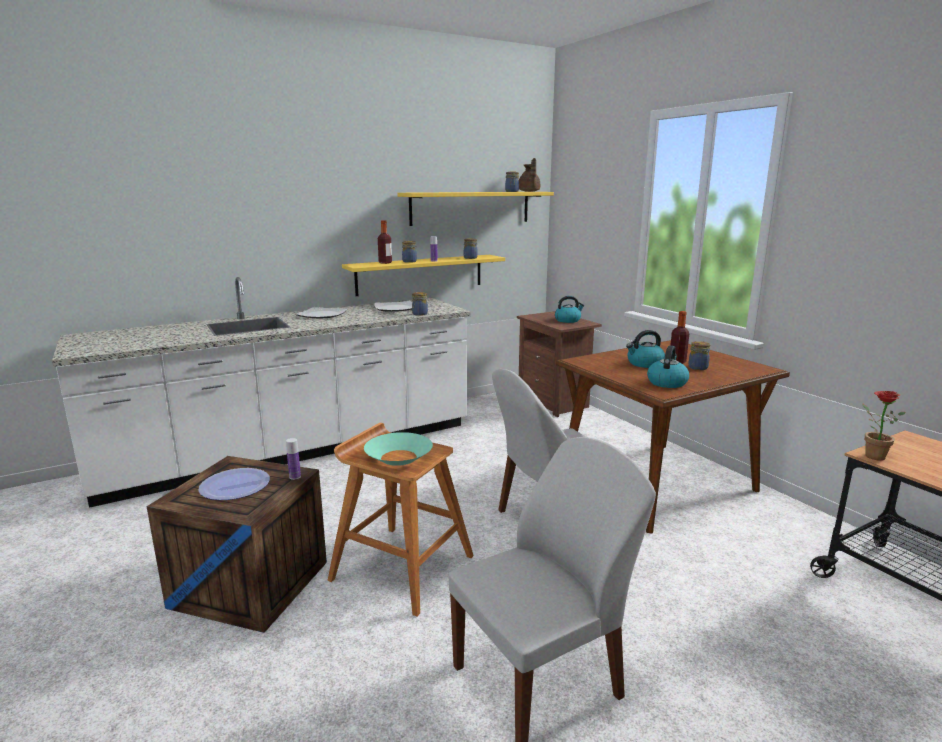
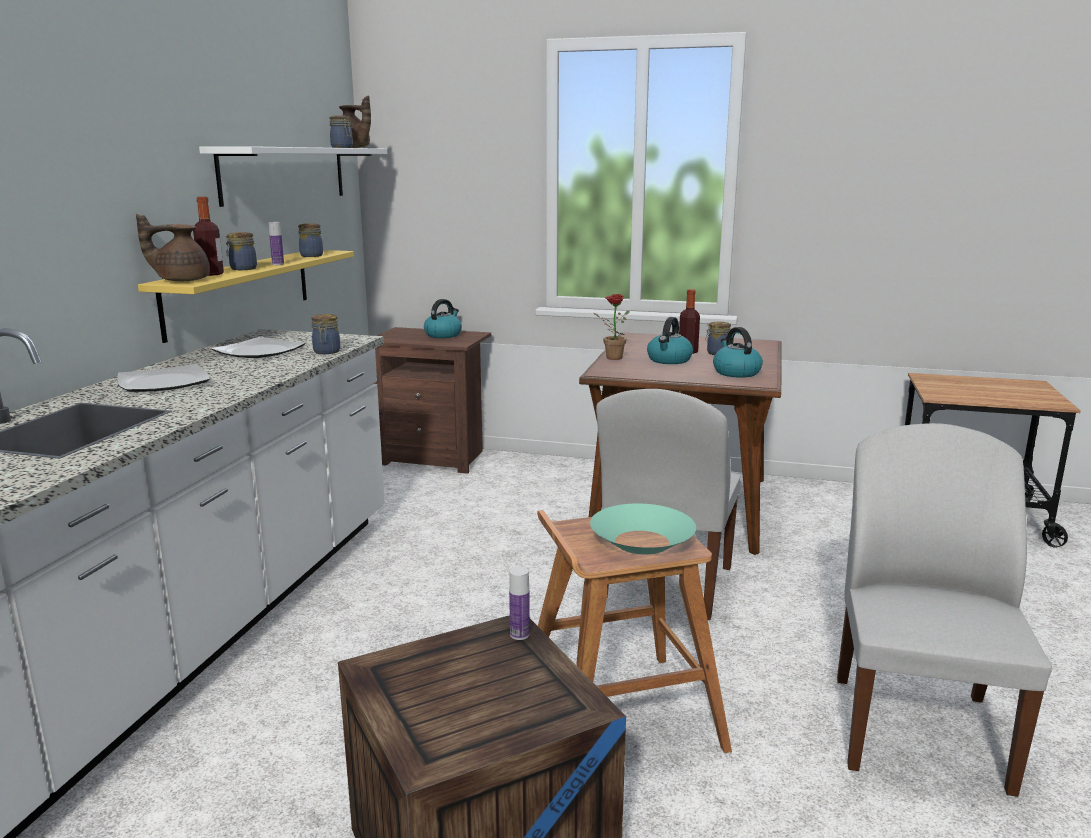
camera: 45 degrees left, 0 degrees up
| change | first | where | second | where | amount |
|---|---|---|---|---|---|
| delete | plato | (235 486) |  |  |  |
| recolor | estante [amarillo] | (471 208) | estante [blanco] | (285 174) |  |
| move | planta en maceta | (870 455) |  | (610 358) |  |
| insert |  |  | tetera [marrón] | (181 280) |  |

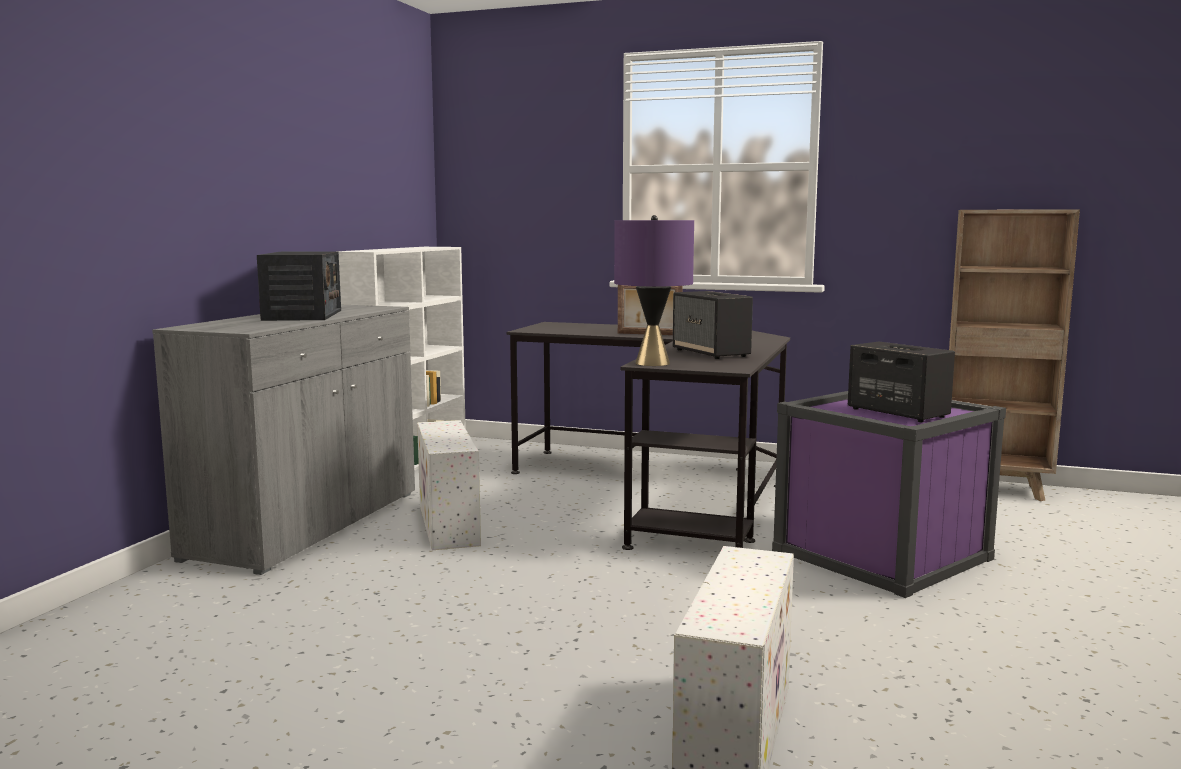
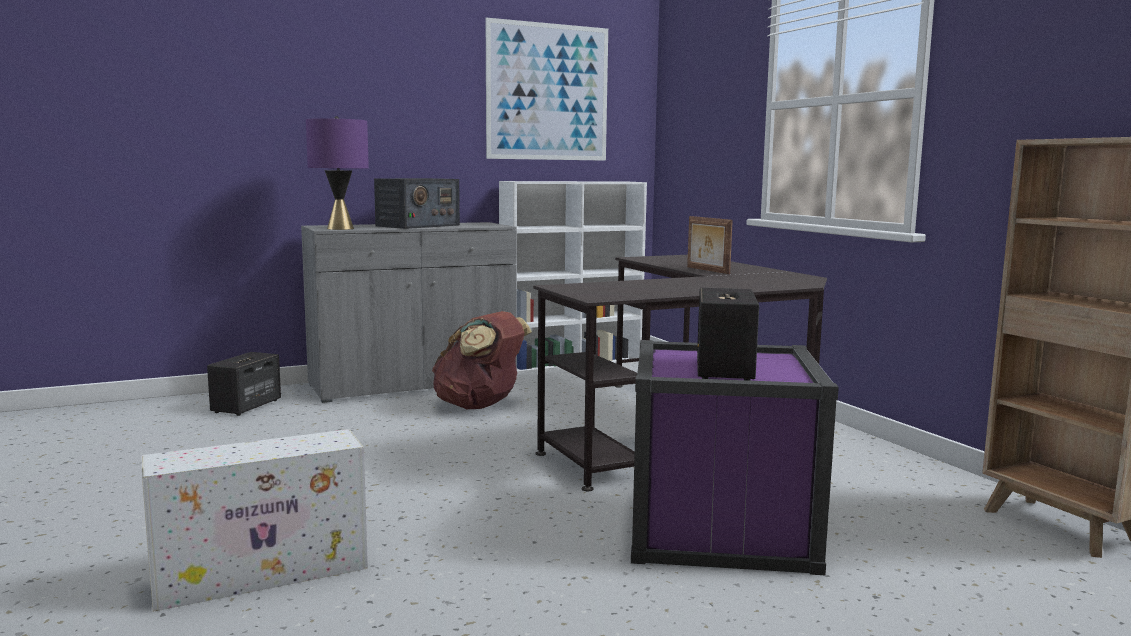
camera: 45 degrees right, 0 degrees up
| change | first | where | second | where | amount |
|---|---|---|---|---|---|
| replace | caja de almacenaje [blanco] | (449 525) | mochila [marrón] | (479 406) |  |
| move | lámpara de mesa [morado] | (652 363) |  | (340 228) |  |
| move | altavoz | (711 353) |  | (246 406) |  |
| insert |  |  | cuadro | (548 92) |  |

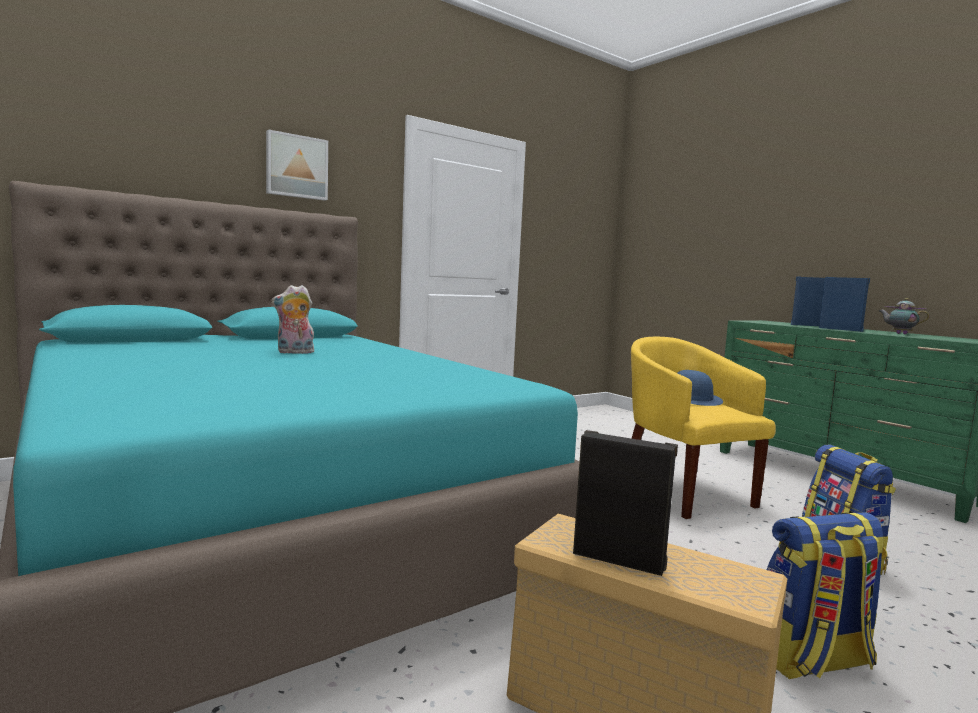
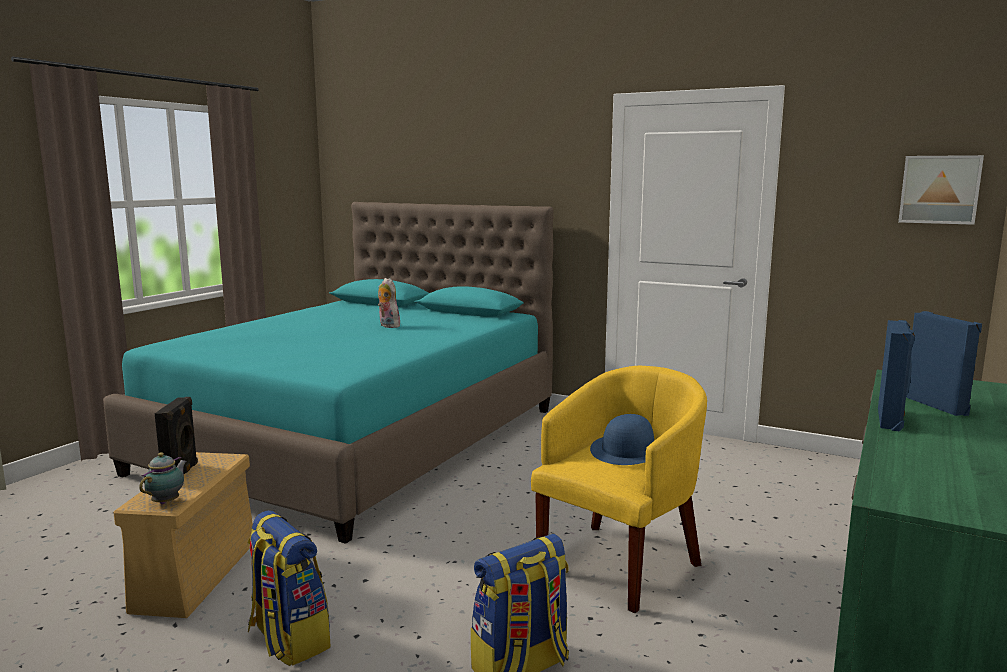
camera: 65 degrees right, 5 degrees up
| change | first | where | second | where | amount |
|---|---|---|---|---|---|
| move | cuadro | (296 166) |  | (939 189) |  |
| move | tetera | (899 334) |  | (167 501) |  |

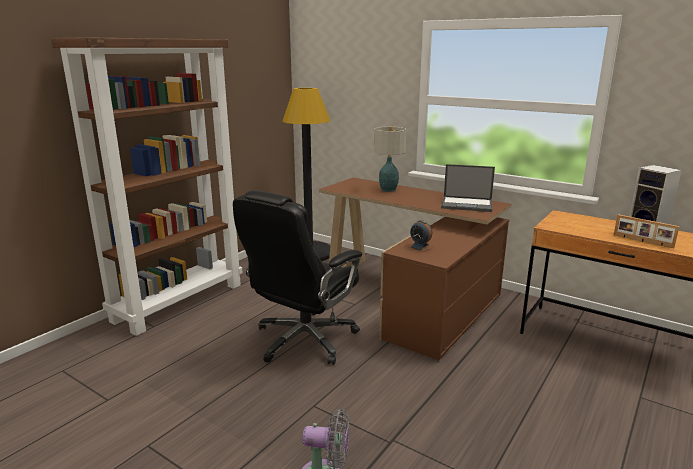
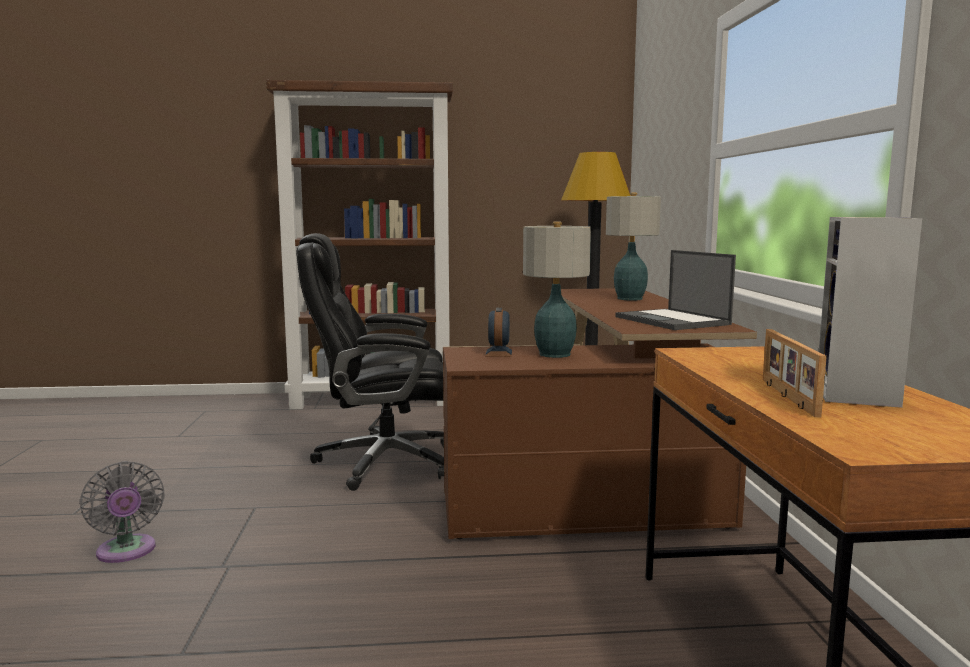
camera: 50 degrees right, 10 degrees down
| change | first | where | second | where | amount |
|---|---|---|---|---|---|
| insert |  |  | lámpara de mesa | (555 354) |  |

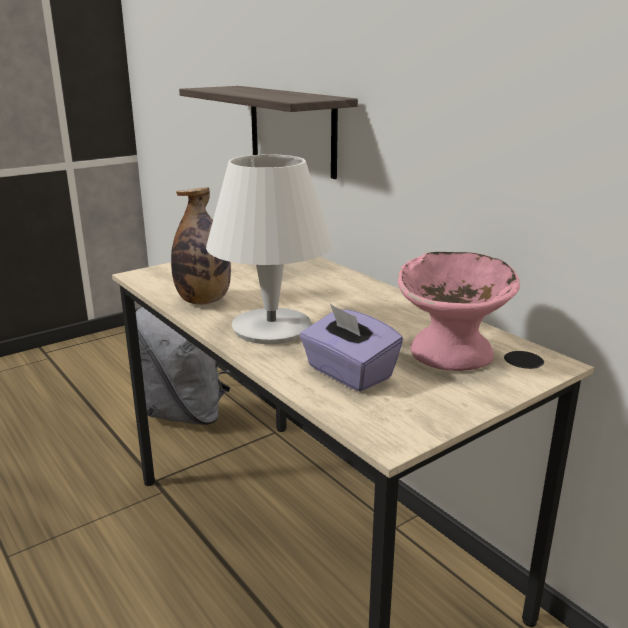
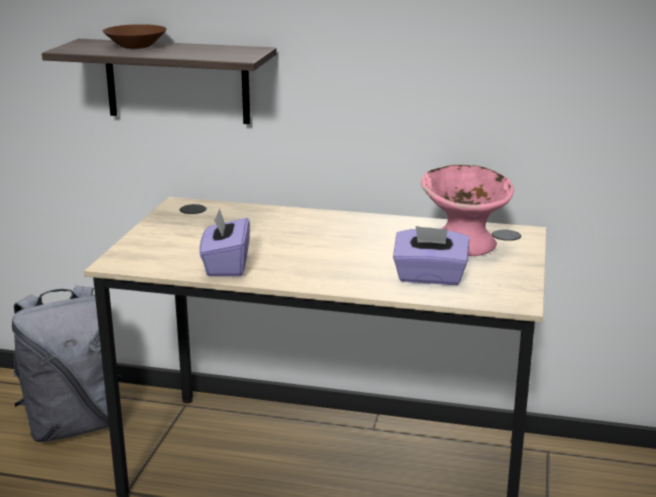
camera: 40 degrees left, 0 degrees up
| change | first | where | second | where | amount |
|---|---|---|---|---|---|
| replace | botella | (204 301) | caja de pañuelos [morado] | (226 265) |  |
| delete | lámpara de mesa [blanco] | (270 328) |  |  |  |
| insert |  |  | cuenco [marrón] | (136 46) |  |

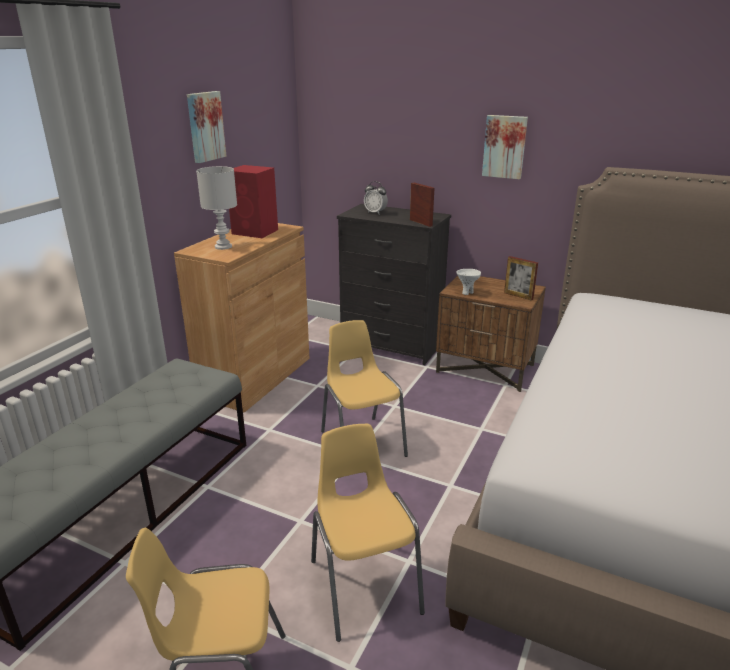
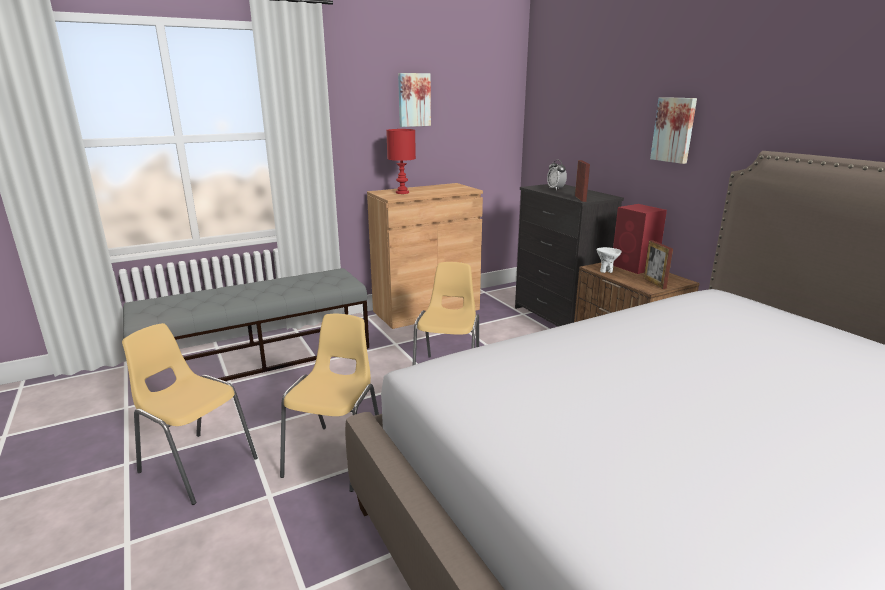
camera: 35 degrees right, 5 degrees down
| change | first | where | second | where | amount |
|---|---|---|---|---|---|
| recolor | lámpara de mesa [blanco] | (224 247) | lámpara de mesa [rojo] | (402 193) |  |
| move | altavoz [rojo] | (256 232) |  | (635 267) |  |

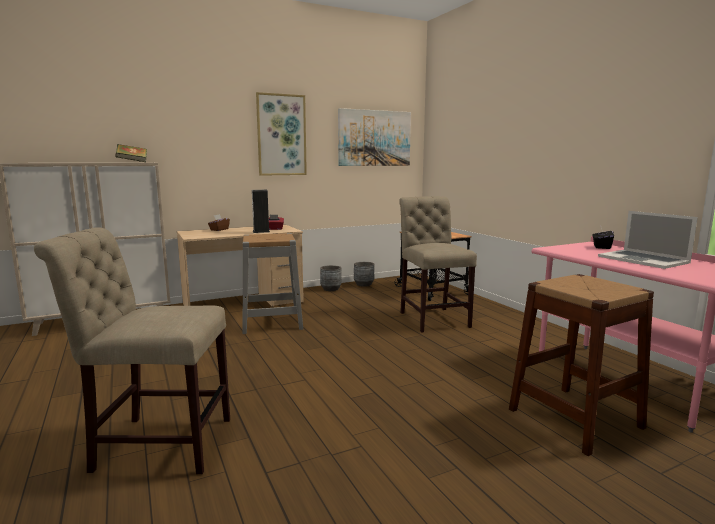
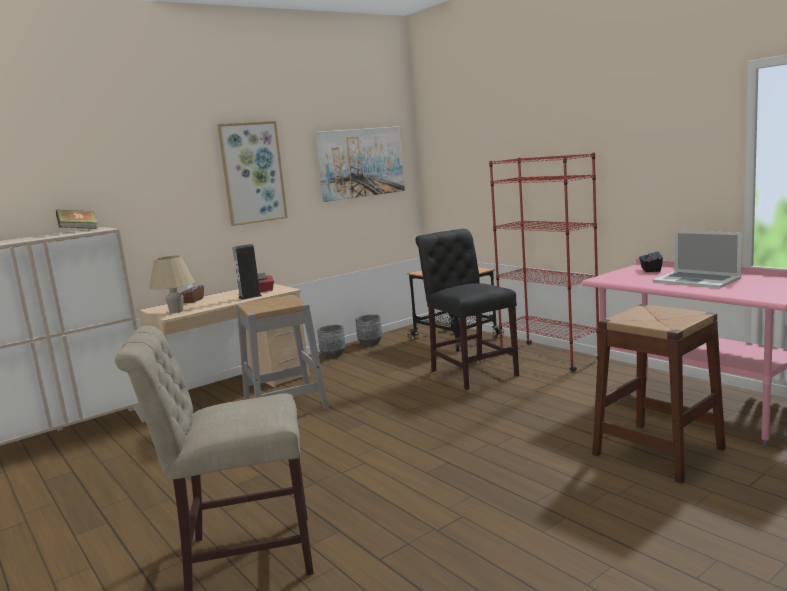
camera: 10 degrees left, 0 degrees up
| change | first | where | second | where | amount |
|---|---|---|---|---|---|
| recolor | silla [beis] | (432 318) | silla [negro] | (471 371) |  |
| insert |  |  | lámpara de mesa [beis] | (176 311) |  |
| insert |  |  | estantería [rojo] | (549 356) |  |

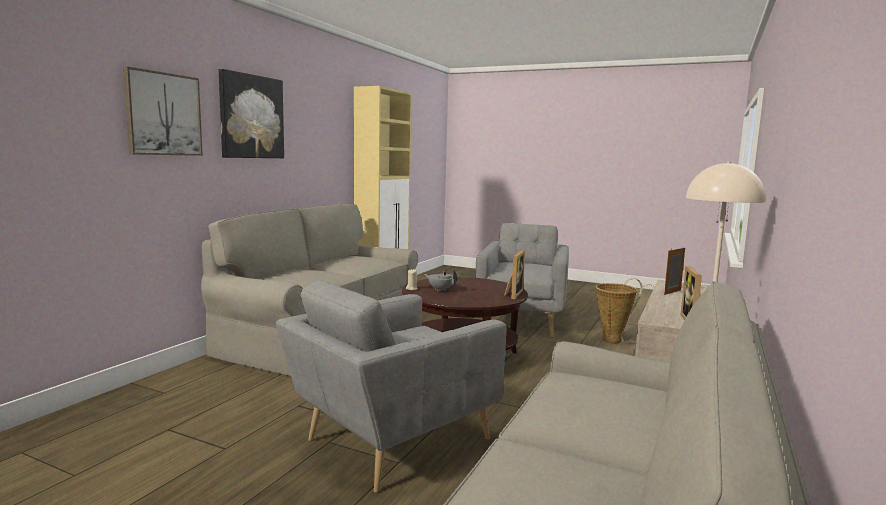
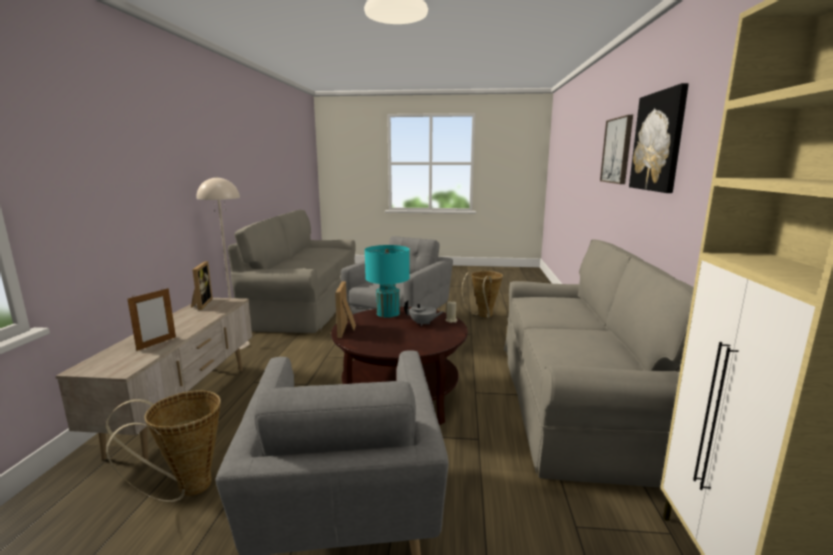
camera: 160 degrees right, 5 degrees up
| change | first | where | second | where | amount |
|---|---|---|---|---|---|
| insert |  |  | lámpara de mesa [turquesa] | (388 313) |  |
| insert |  |  | cesta | (483 316) |  |

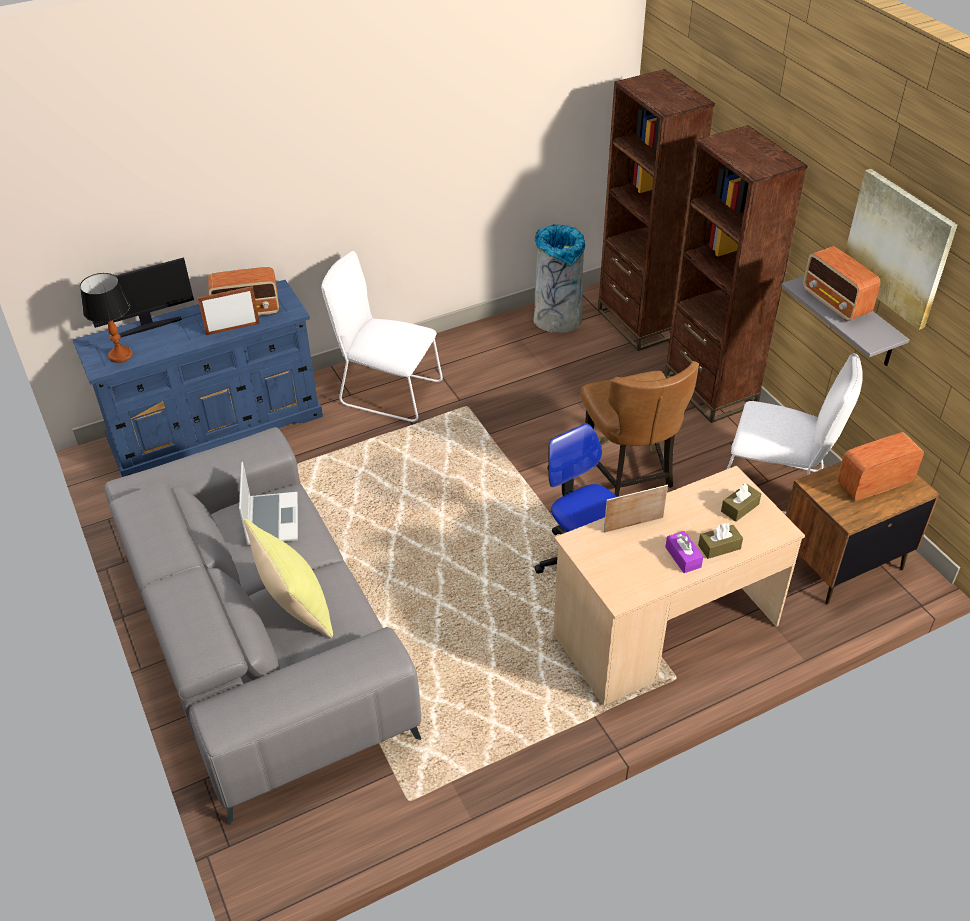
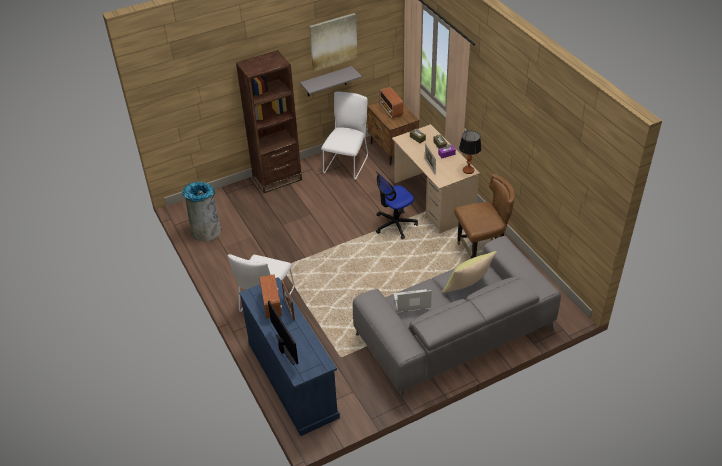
camera: 90 degrees left, 0 degrees up
| change | first | where | second | where | amount |
|---|---|---|---|---|---|
| move | lámpara de mesa | (120 355) |  | (468 170) |  |
| move | silla [marrón] | (629 478) |  | (481 254) |  |
| delete | estantería [marrón] | (639 323) |  |  |  |
| delete | radio | (836 303) |  |  |  |

